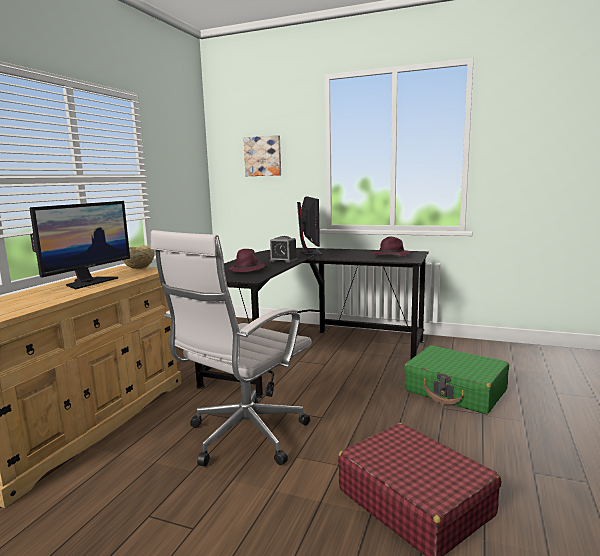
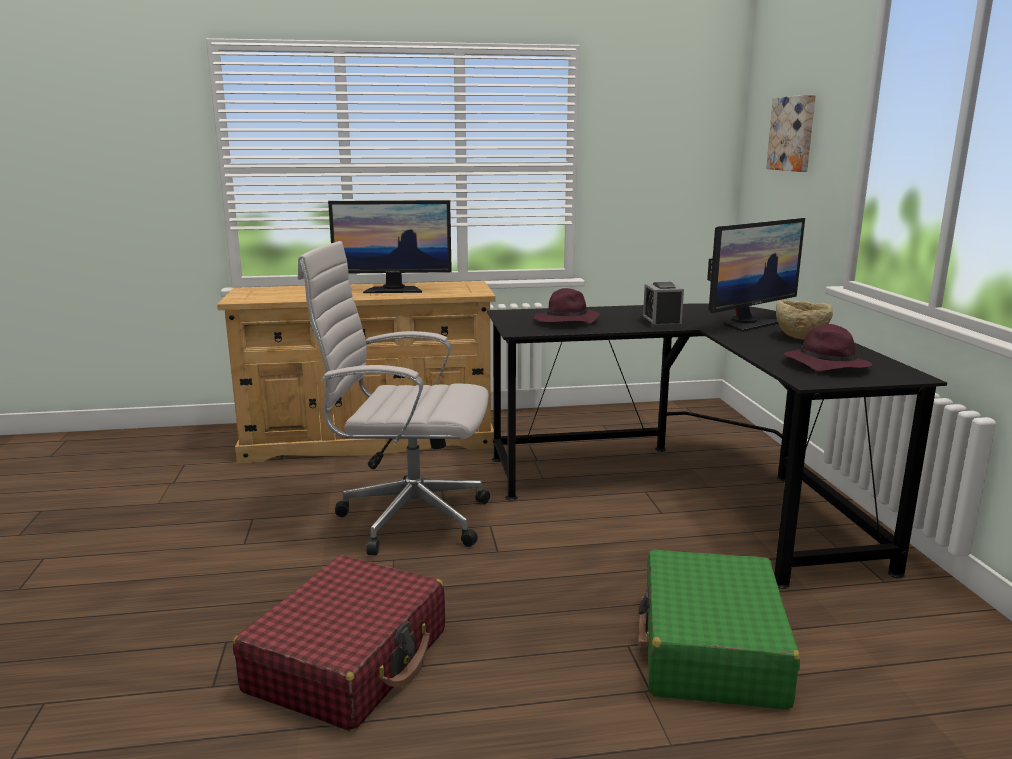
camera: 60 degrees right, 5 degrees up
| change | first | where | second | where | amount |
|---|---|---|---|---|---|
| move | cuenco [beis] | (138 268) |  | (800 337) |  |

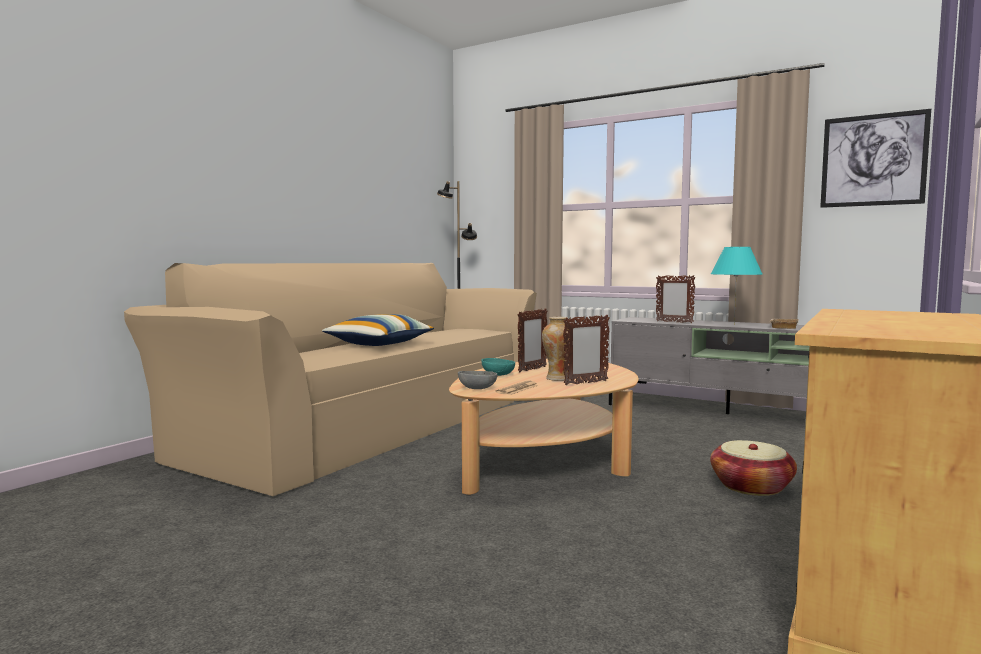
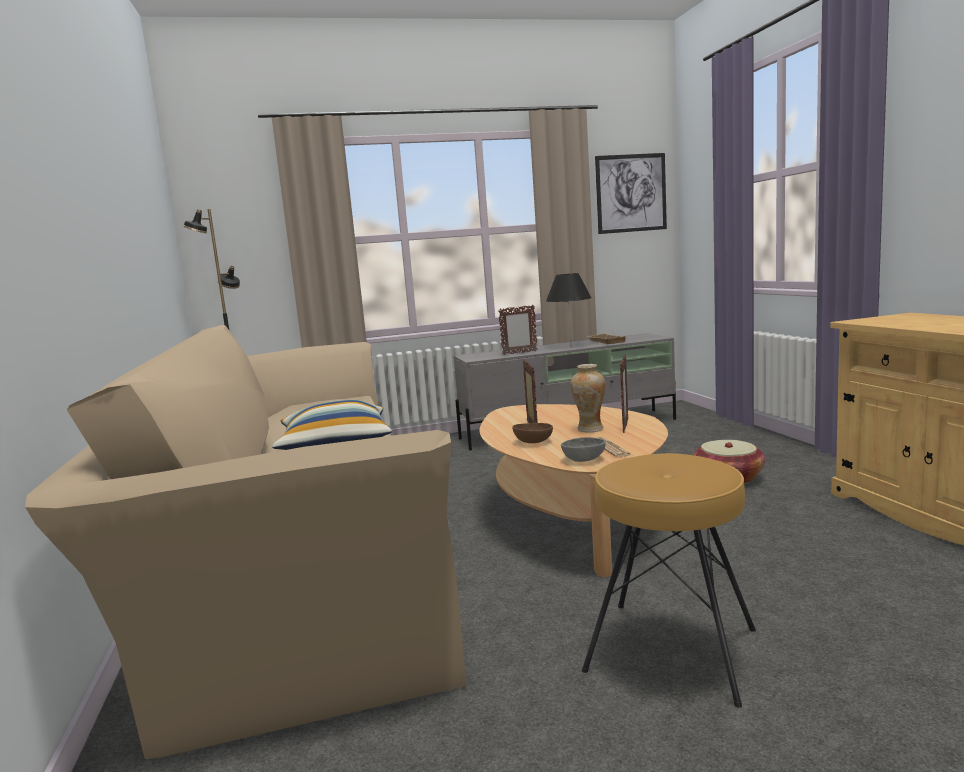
camera: 45 degrees left, 5 degrees up
| change | first | where | second | where | amount |
|---|---|---|---|---|---|
| recolor | cuenco [turquesa] | (498 375) | cuenco [marrón] | (533 442) |  |
| recolor | lámpara de mesa [turquesa] | (734 325) | lámpara de mesa [negro] | (571 346) |  |
| insert |  |  | taburete [marrón] | (671 650) |  |

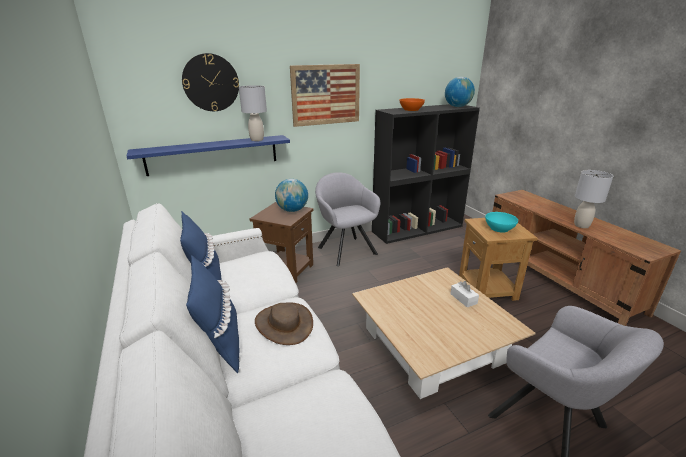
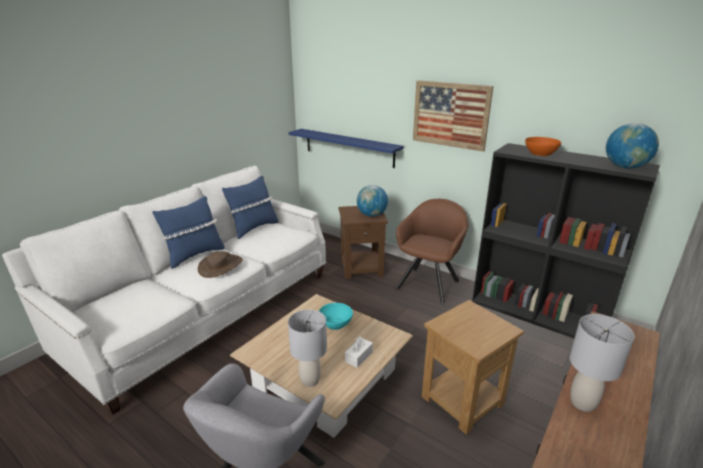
camera: 60 degrees right, 0 degrees up
| change | first | where | second | where | amount |
|---|---|---|---|---|---|
| delete | reloj de pared | (211 83) |  |  |  |
| move | lámpara de mesa [gris] | (256 140) |  | (310 380) |  |
| recolor | sillón [gris] | (345 249) | sillón [marrón] | (429 283) |  |
| move | cuenco [turquesa] | (499 228) |  | (335 323) |  |

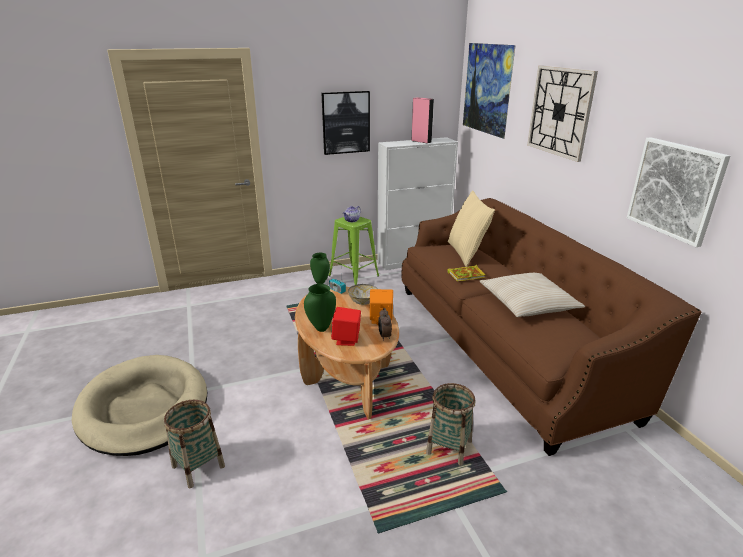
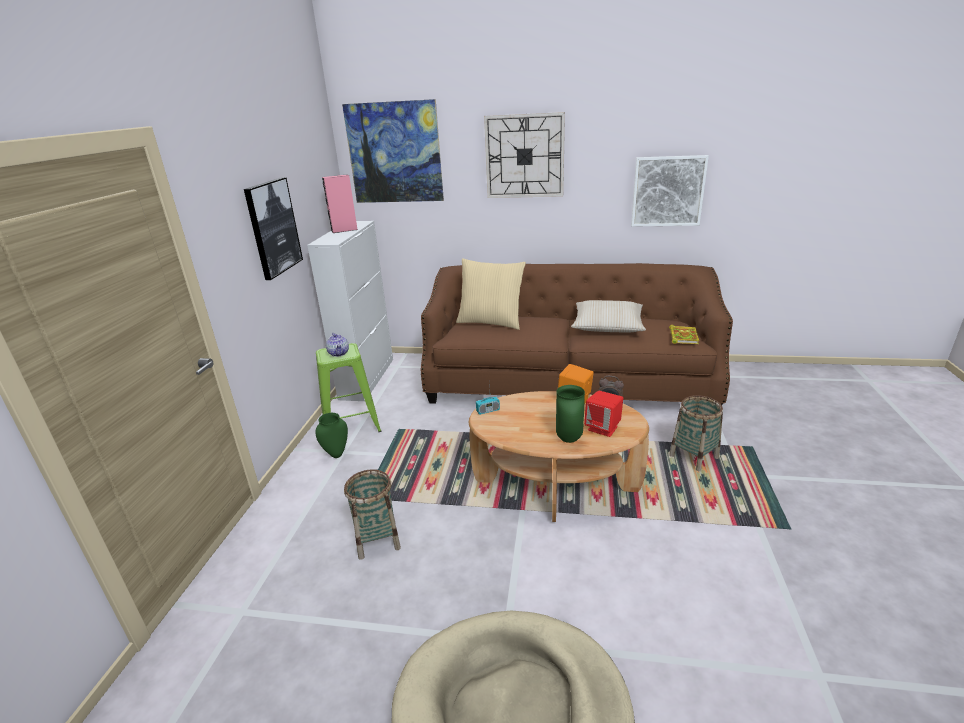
camera: 60 degrees left, 0 degrees up
| change | first | where | second | where | amount |
|---|---|---|---|---|---|
| move | cesta | (198 466) |  | (377 540) |  |
| delete | cuenco | (363 302) |  |  |  |
| move | libro | (467 275) |  | (683 336) |  |

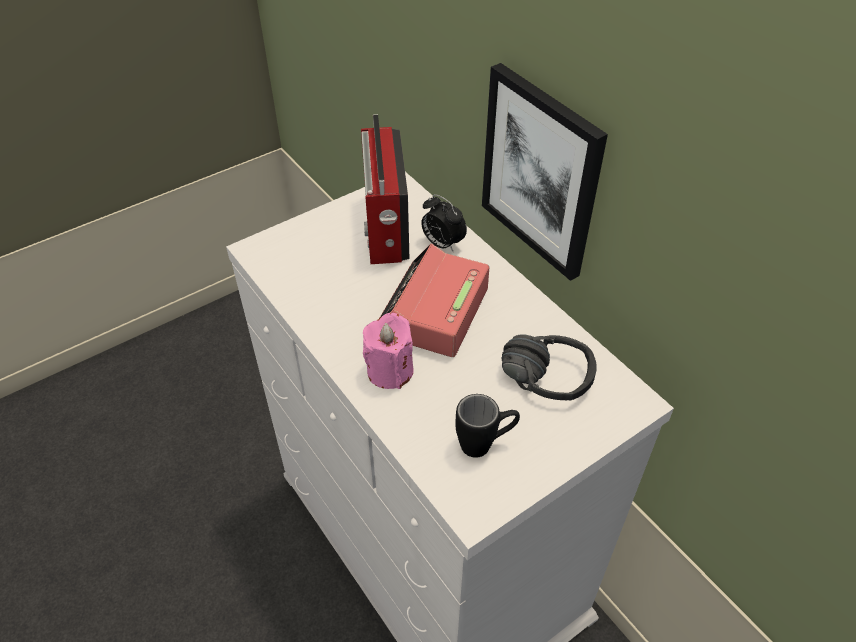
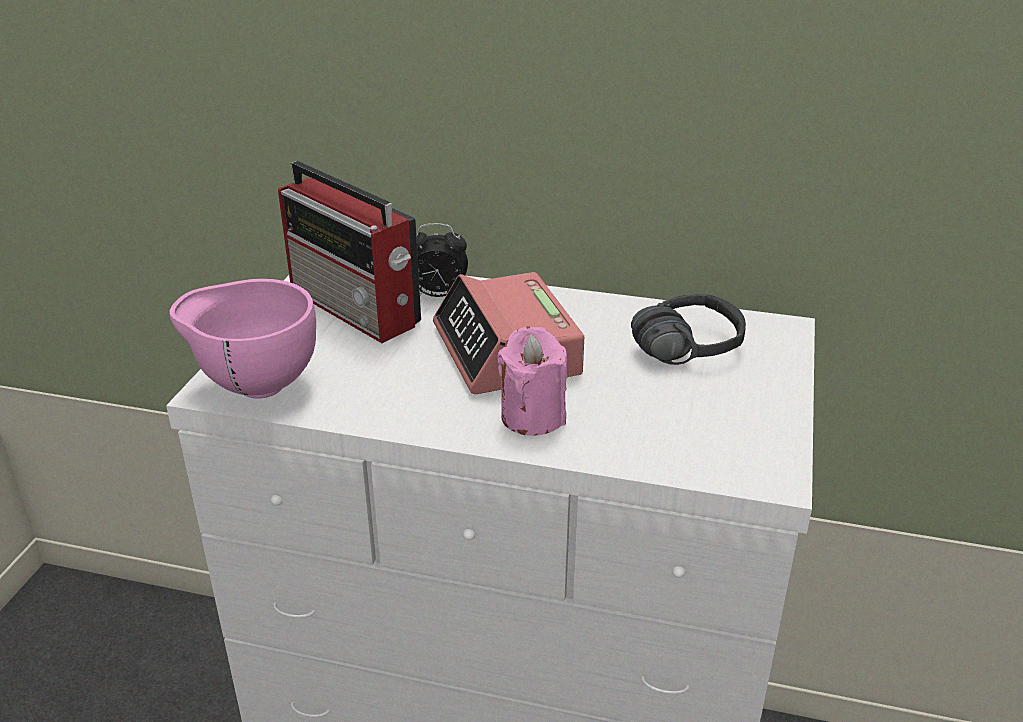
camera: 40 degrees left, 15 degrees down
| change | first | where | second | where | amount |
|---|---|---|---|---|---|
| delete | taza grande [negro] | (485 444) |  |  |  |
| delete | cuadro | (541 172) |  |  |  |
| insert |  |  | cuenco [rosa] | (255 386) |  |

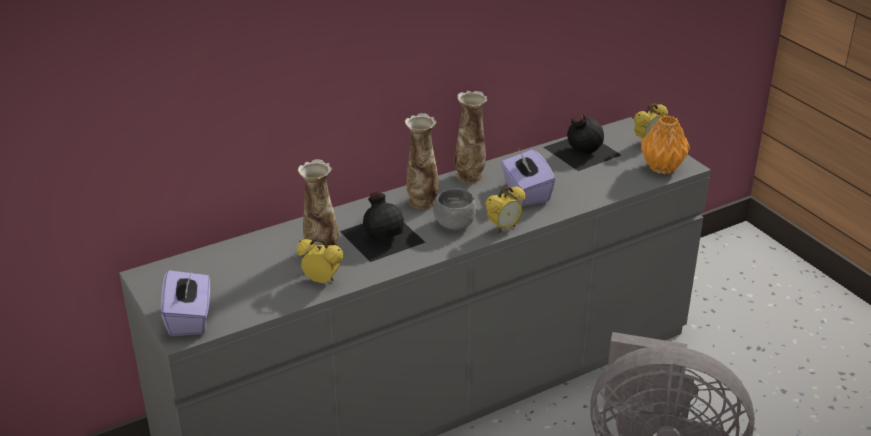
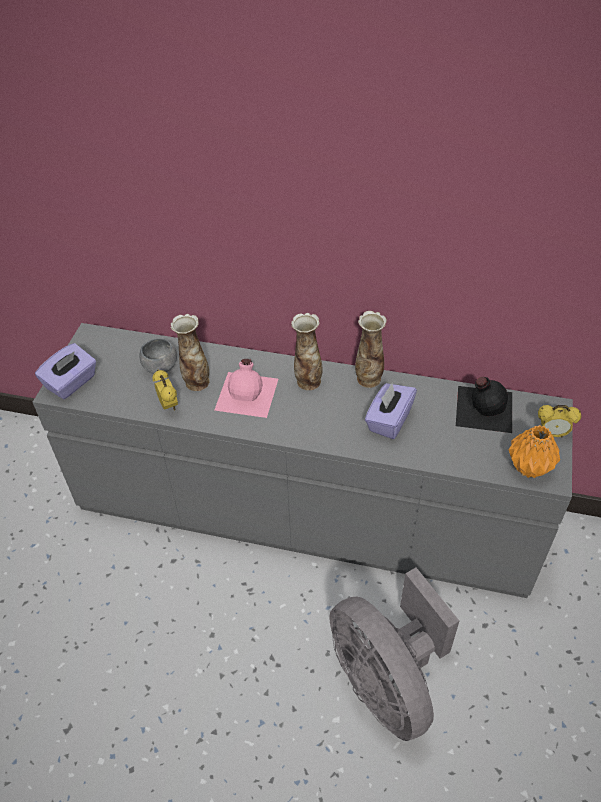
camera: 45 degrees right, 15 degrees up
| change | first | where | second | where | amount |
|---|---|---|---|---|---|
| recolor | botella [negro] | (382 235) | botella [rosa] | (248 393) |  |
| move | cuenco [gris] | (454 224) |  | (160 366) |  |
| delete | despertador | (504 228) |  |  |  |

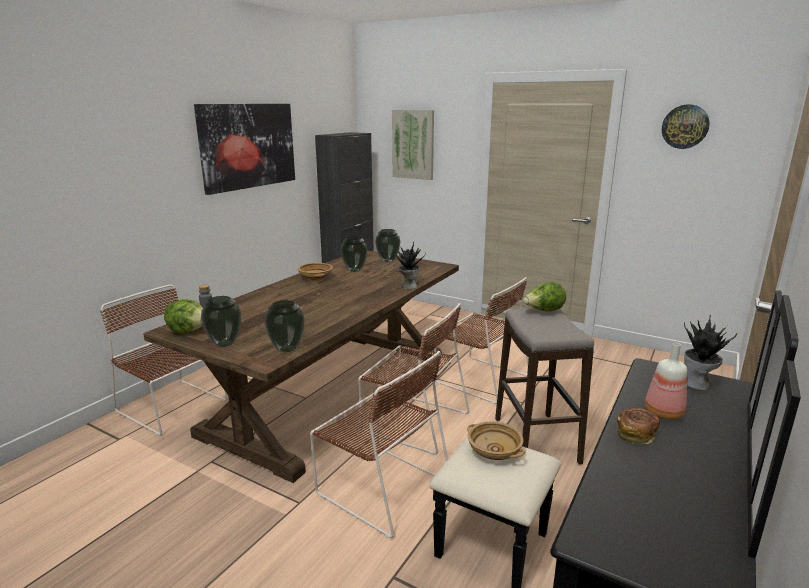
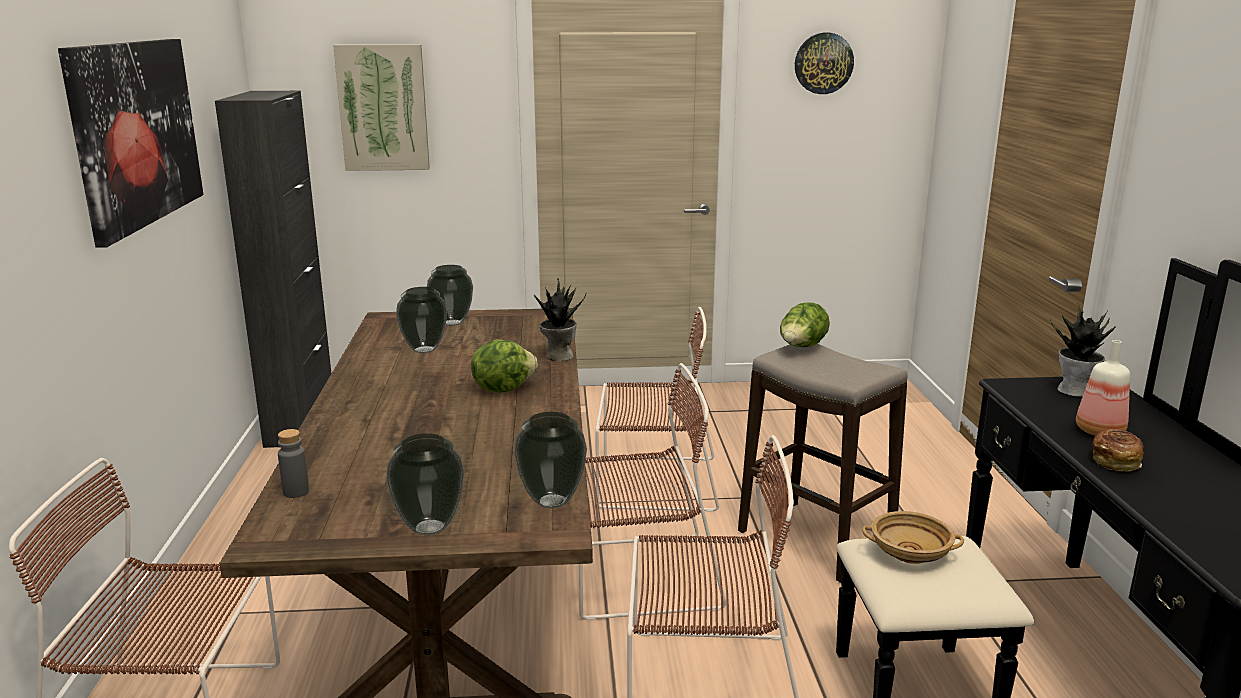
camera: 35 degrees left, 0 degrees up
| change | first | where | second | where | amount |
|---|---|---|---|---|---|
| move | lechuga | (188 331) |  | (502 388) |  |
| delete | cuenco [beis] | (316 278) |  |  |  |

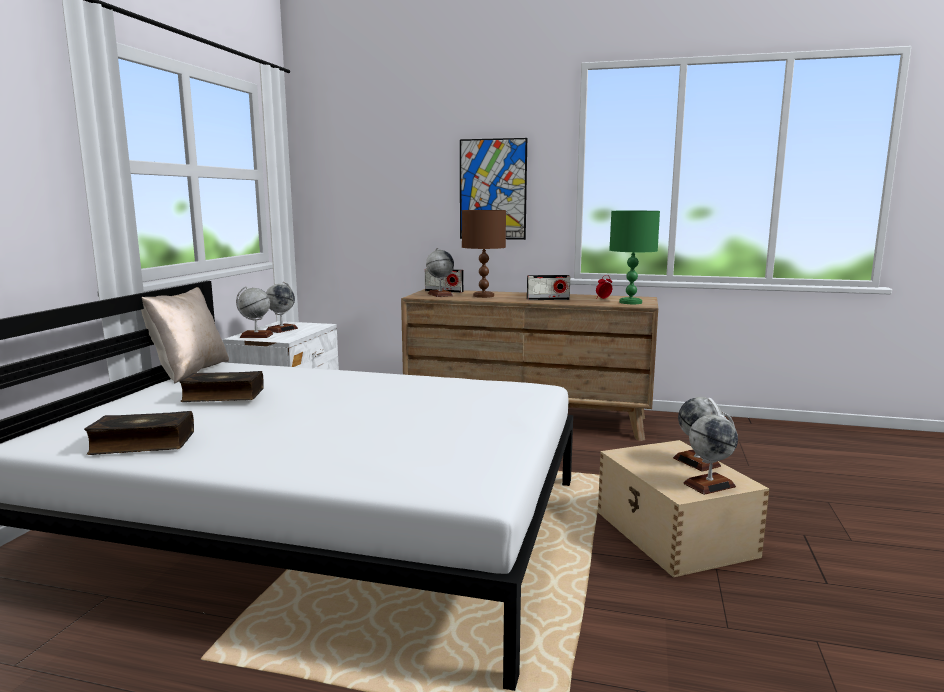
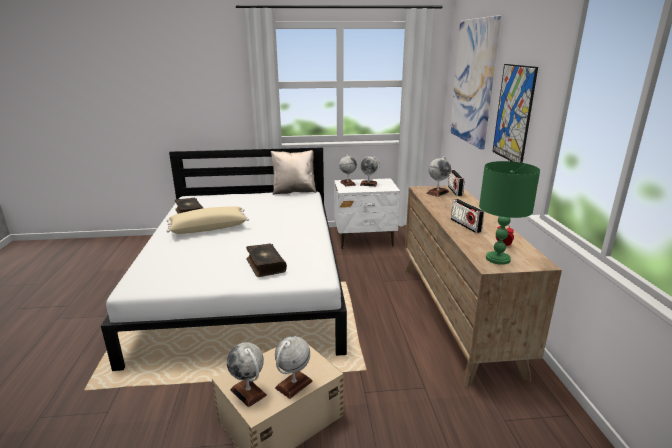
camera: 70 degrees right, 10 degrees up
| change | first | where | second | where | amount |
|---|---|---|---|---|---|
| move | libro | (223 396) |  | (265 265) |  |
| delete | lámpara de mesa [marrón] | (483 296) |  |  |  |
| insert |  |  | cojín [beis] | (208 228) |  |
| insert |  |  | cuadro | (473 82) |  |

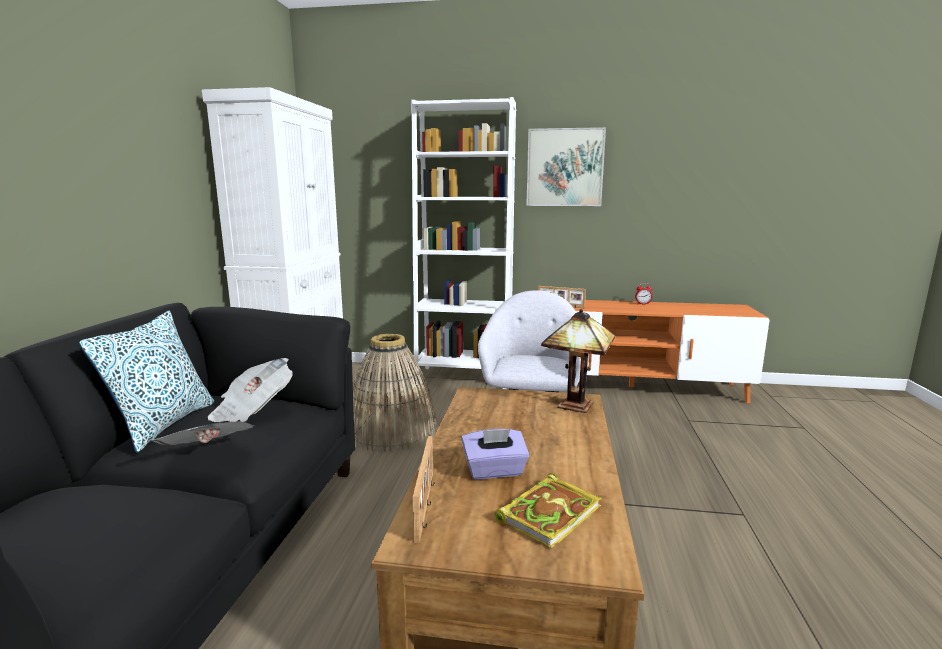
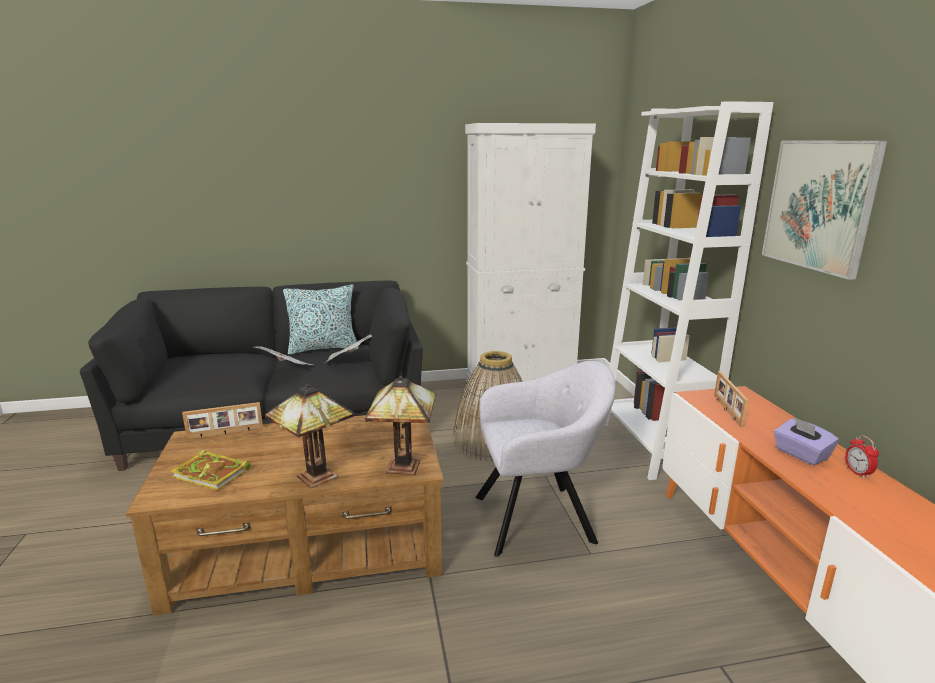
camera: 70 degrees right, 5 degrees up
| change | first | where | second | where | amount |
|---|---|---|---|---|---|
| move | caja de pañuelos [morado] | (494 471) |  | (800 454) |  |
| insert |  |  | lámpara de mesa | (316 478) |  |

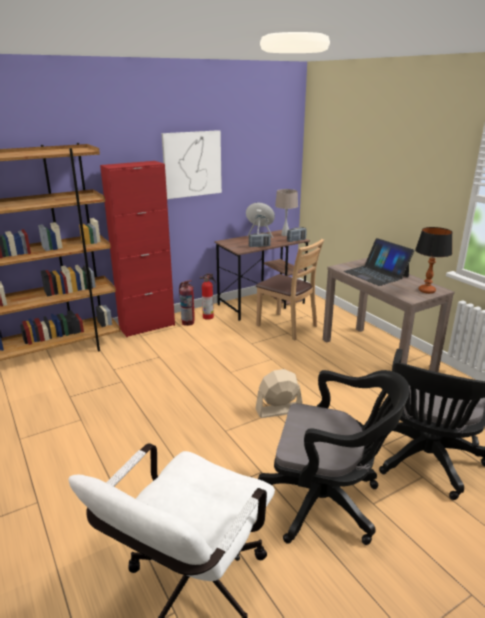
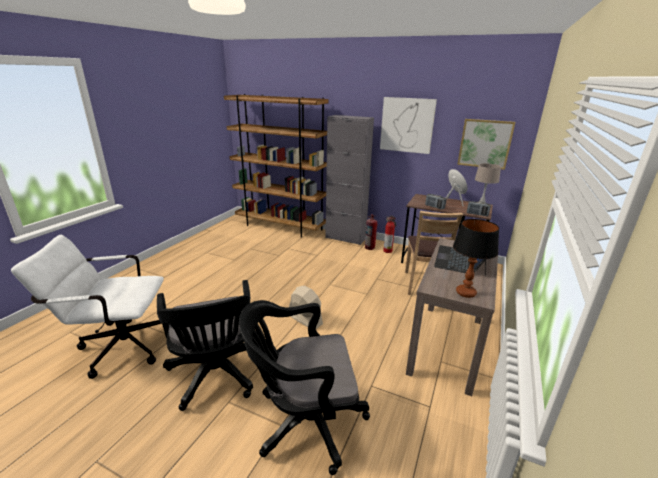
camera: 55 degrees right, 0 degrees up
| change | first | where | second | where | amount |
|---|---|---|---|---|---|
| recolor | armario [rojo] | (147 326) | armario [gris] | (345 238) |  |
| insert |  |  | cuadro | (485 143) |  |

